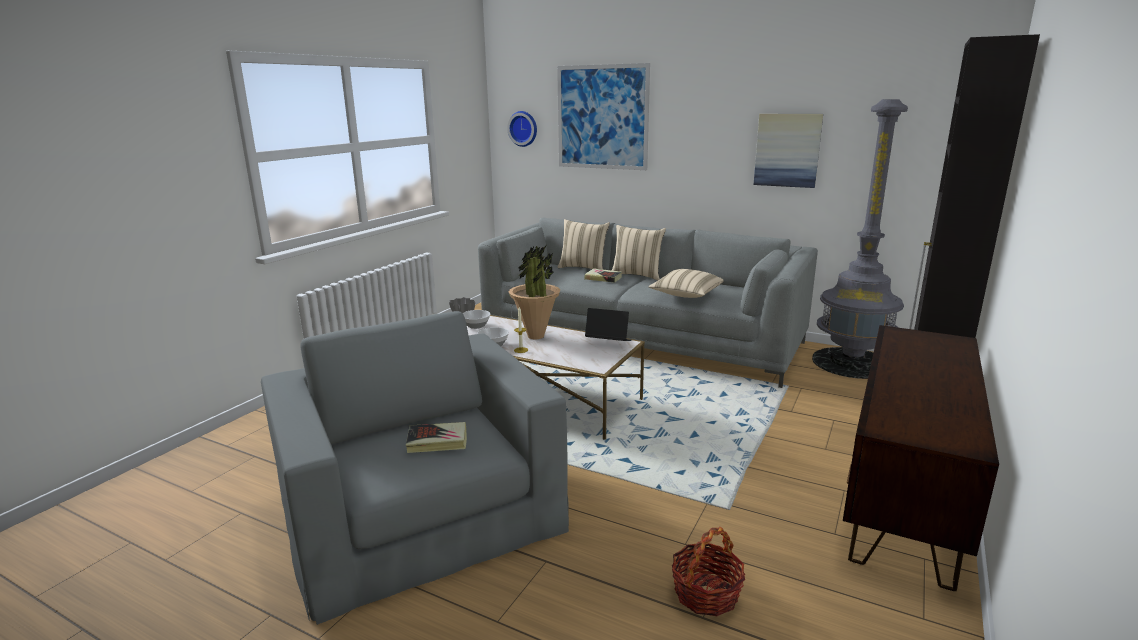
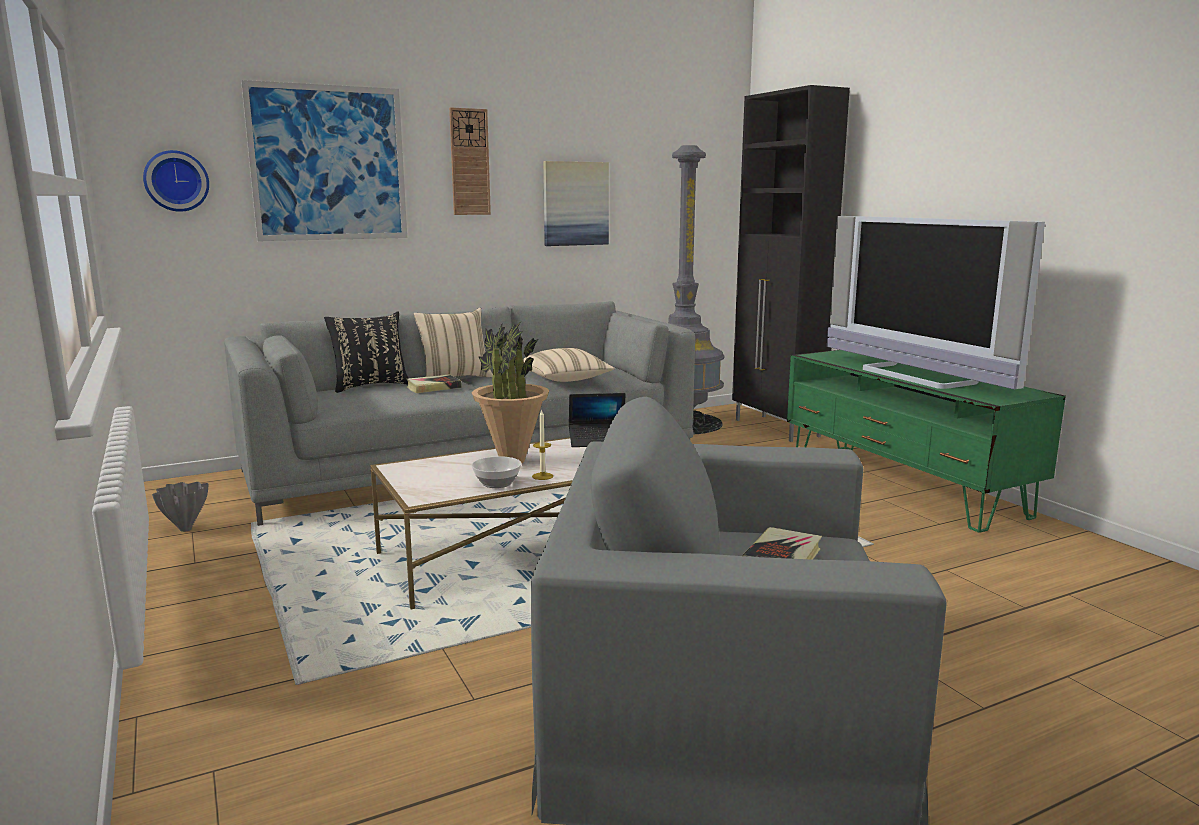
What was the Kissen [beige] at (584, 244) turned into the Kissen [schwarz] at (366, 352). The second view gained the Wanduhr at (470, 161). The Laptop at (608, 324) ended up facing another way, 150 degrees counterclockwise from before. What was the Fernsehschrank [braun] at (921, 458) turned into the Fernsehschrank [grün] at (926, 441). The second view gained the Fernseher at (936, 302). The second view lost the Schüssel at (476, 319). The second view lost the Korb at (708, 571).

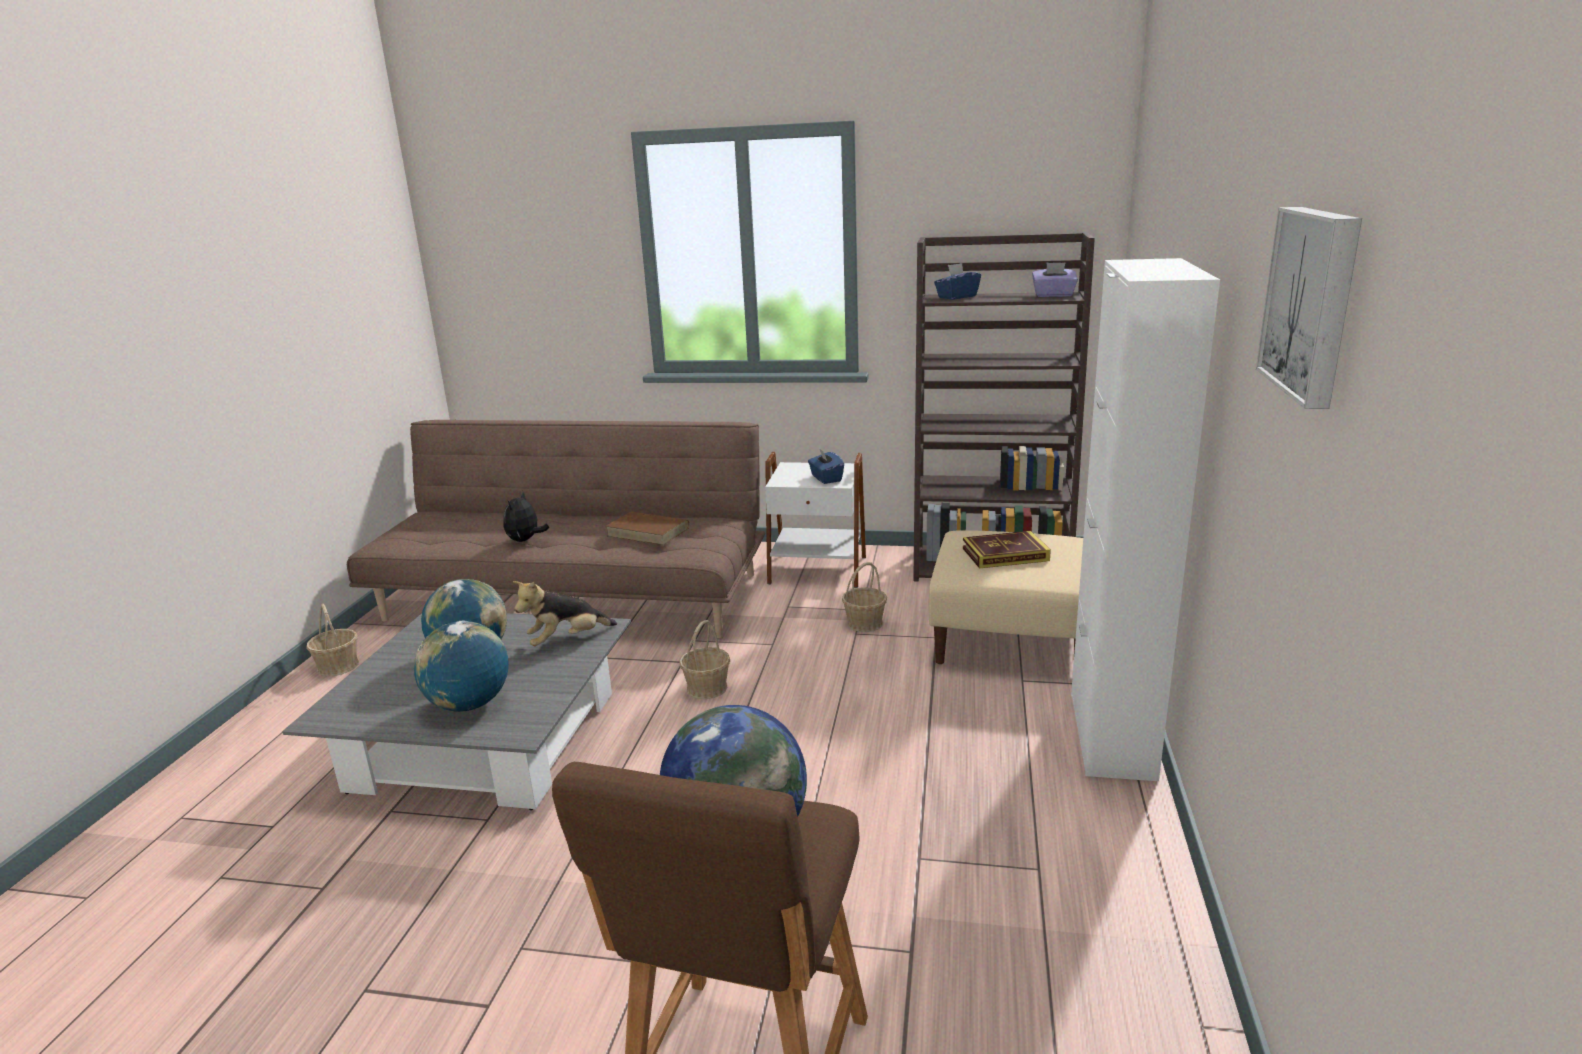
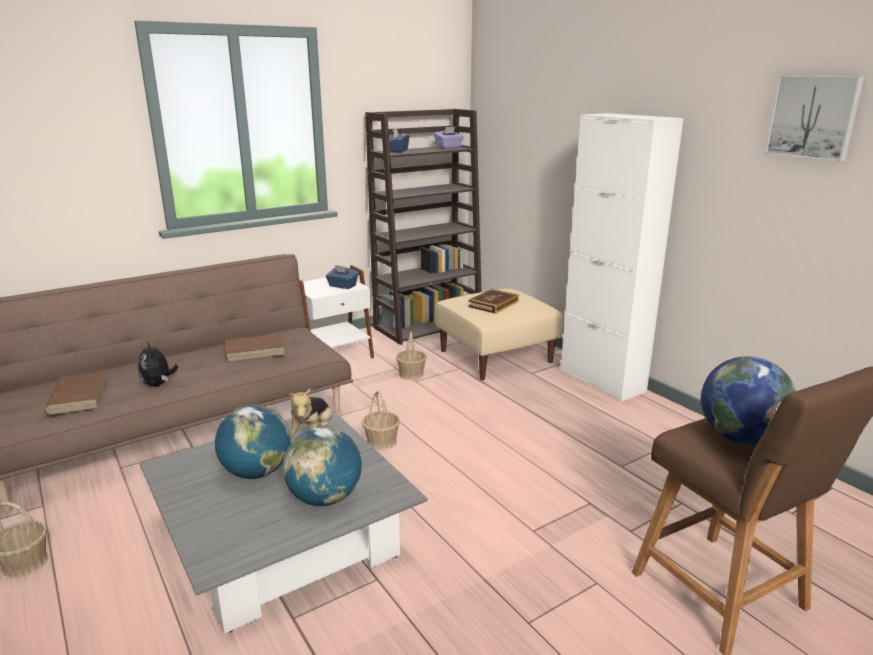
The second view gained the Buch [braun] at (76, 393).

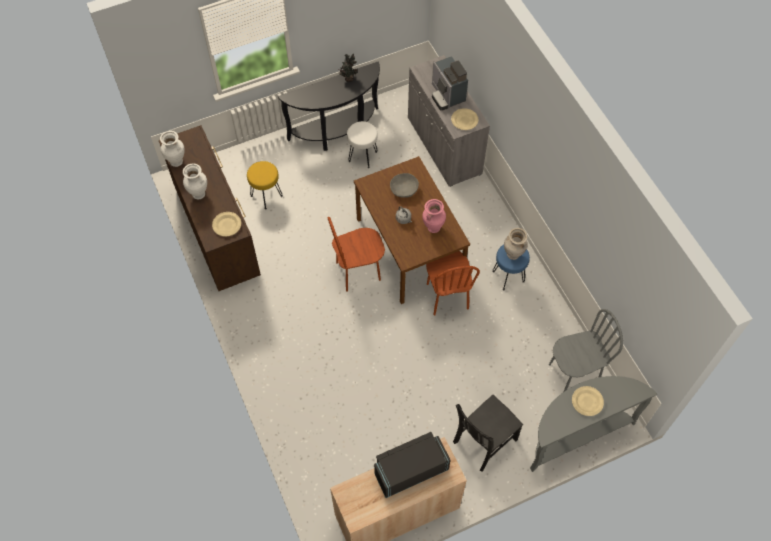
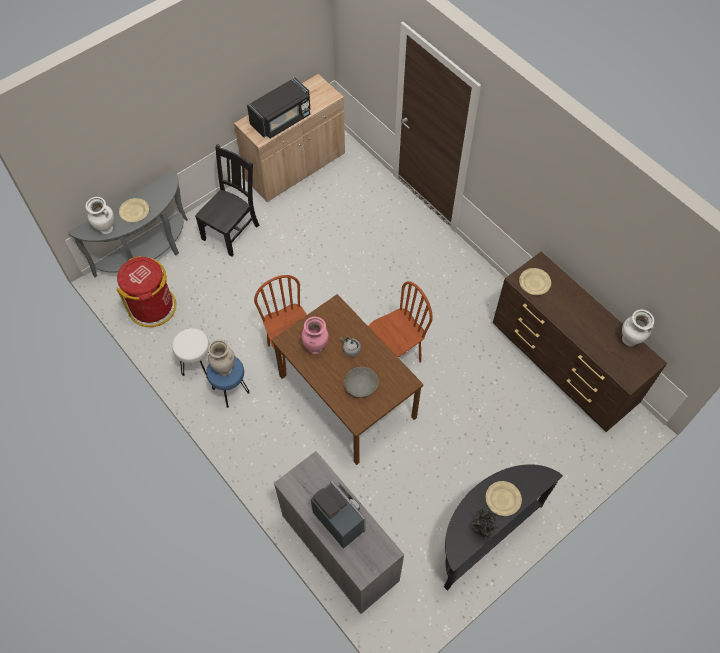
The Vase [weiß] ended up elsewhere, having gone from (195, 181) to (100, 215). Where the Stuhl [grau] stood at (586, 350), the Mülleimer [rot] came to stand at (147, 291). The Hocker [weiß] ended up elsewhere, having gone from (362, 144) to (190, 353). The Teller [beige] ended up elsewhere, having gone from (464, 119) to (504, 498). The second view lost the Hocker [gelb] at (265, 185).

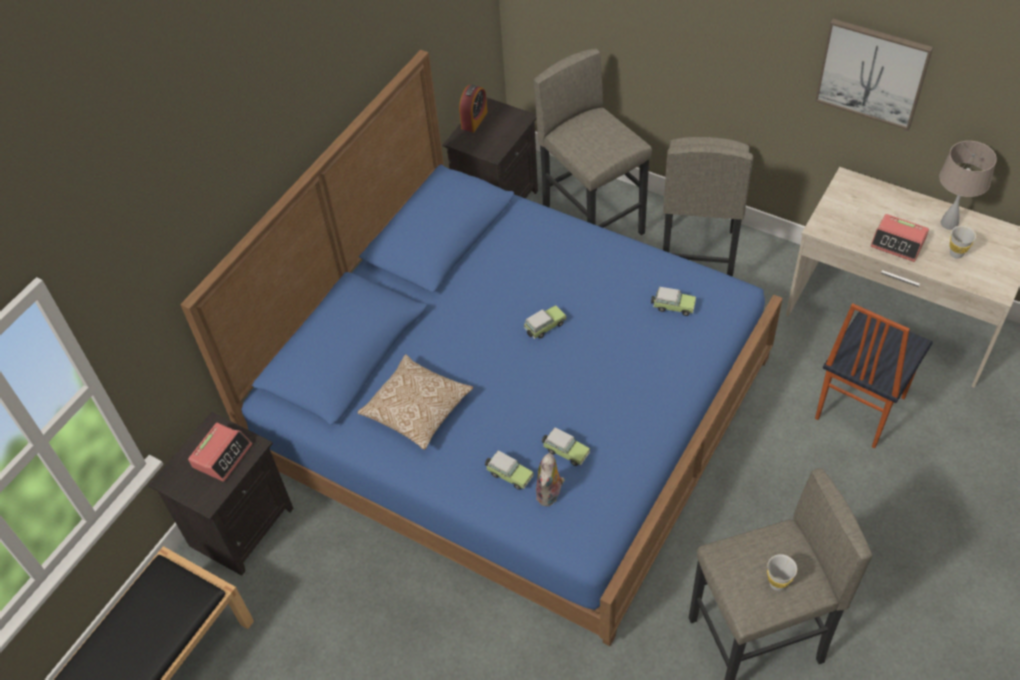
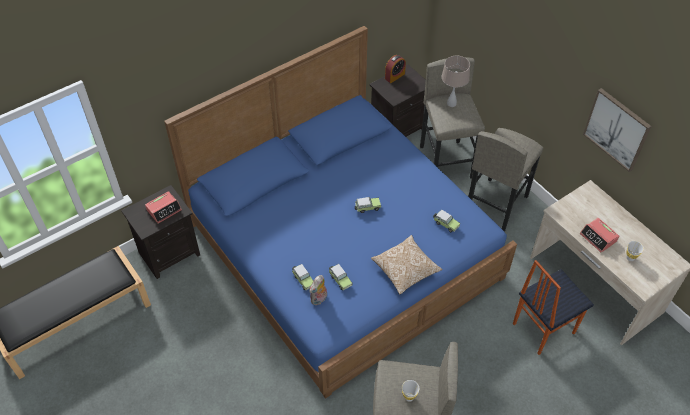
The Kissen ended up elsewhere, having gone from (415, 402) to (406, 264). The Tischlampe [beige] ended up elsewhere, having gone from (968, 185) to (456, 81).

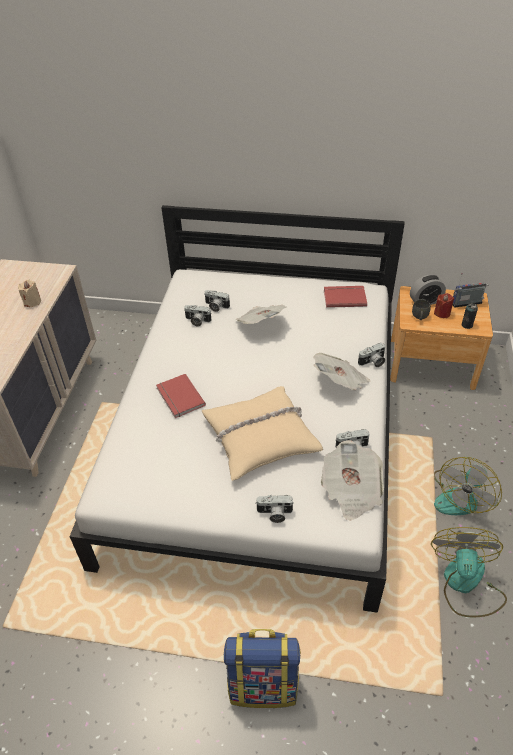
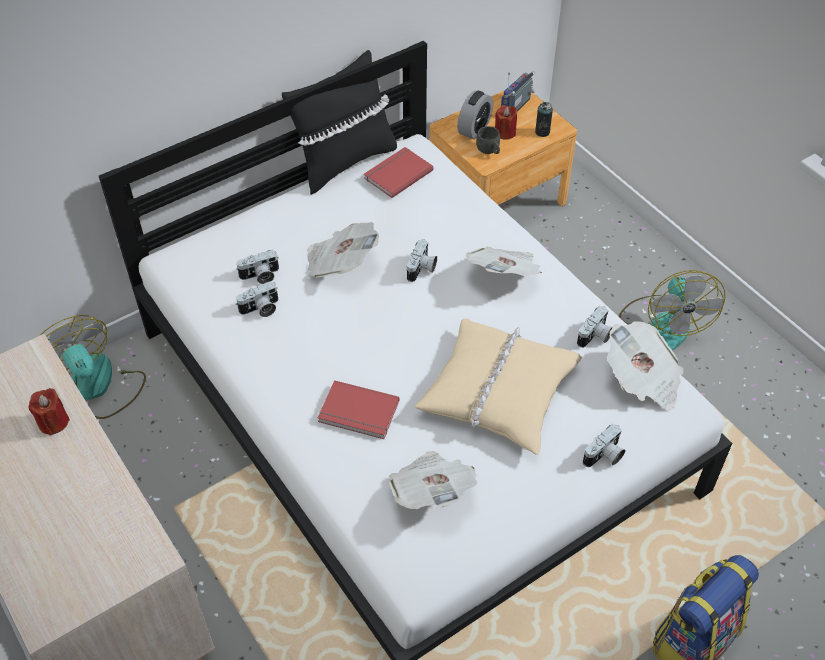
What was the Kerze [beige] at (29, 293) turned into the Kerze [rot] at (49, 412). The Ventilator ended up elsewhere, having gone from (469, 572) to (92, 367). The second view gained the Kissen [schwarz] at (339, 122). The second view gained the Zeitung at (433, 480). The Kamera ended up elsewhere, having gone from (371, 355) to (422, 260).

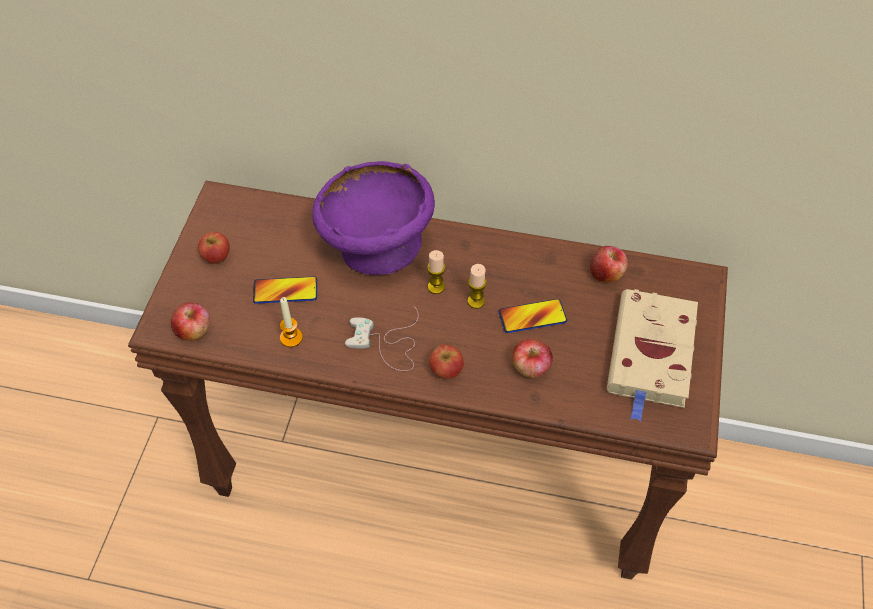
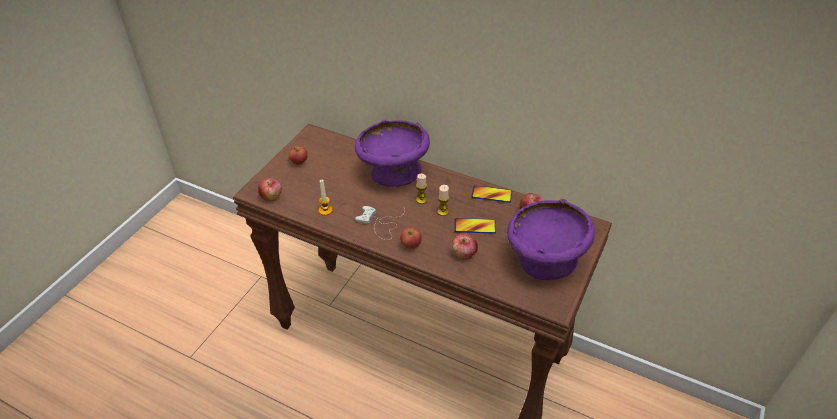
The Handy ended up elsewhere, having gone from (285, 290) to (491, 194). Where the Buch [beige] stood at (652, 355), the Schüssel [lila] came to stand at (551, 239).

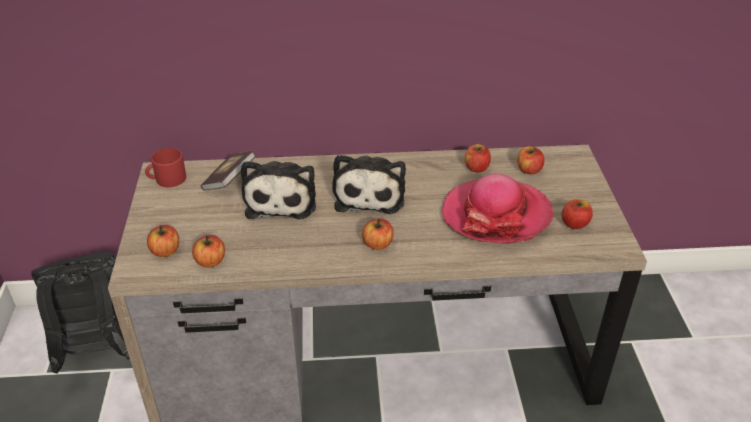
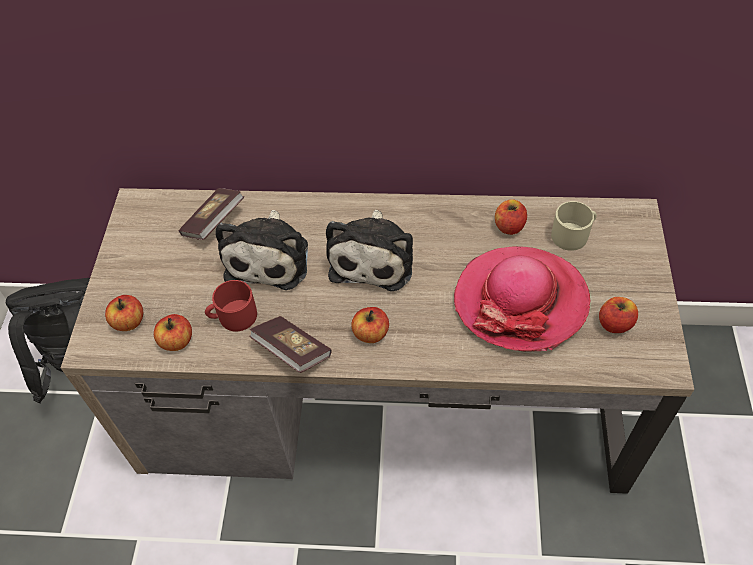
The Henkelbecher [rot] ended up elsewhere, having gone from (165, 167) to (231, 306). The second view gained the Buch at (290, 344). Where the Apfel stood at (531, 160), the Henkelbecher [beige] came to stand at (574, 226).

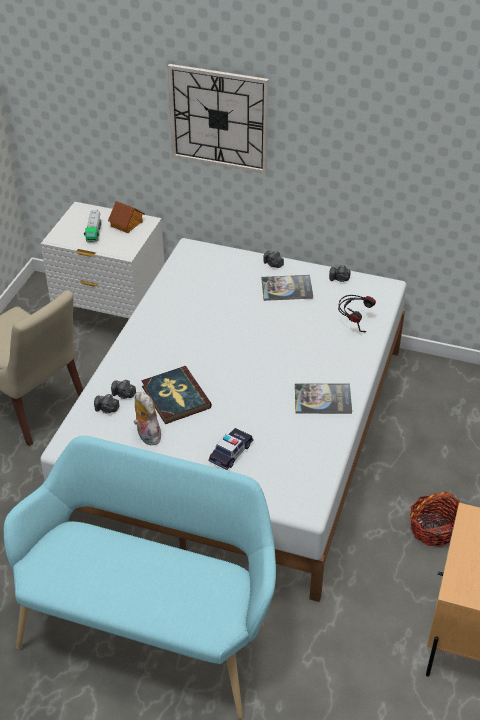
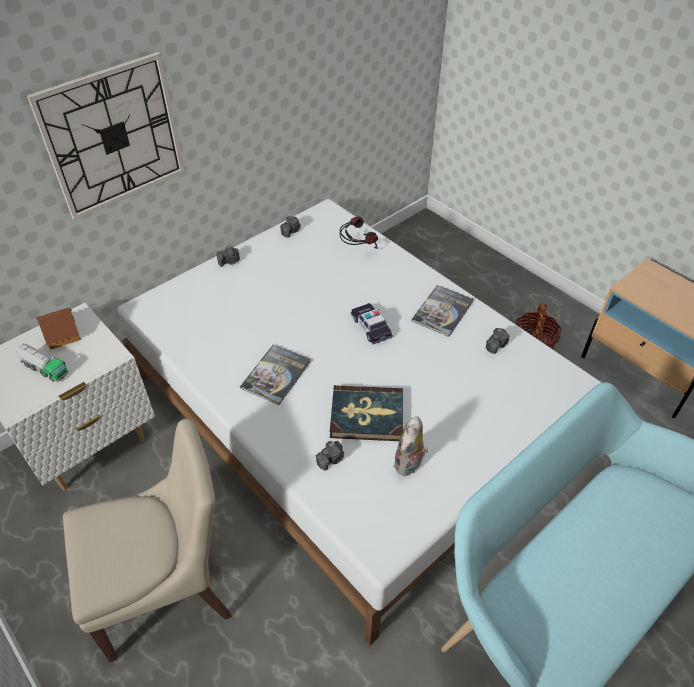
The Buch ended up elsewhere, having gone from (287, 288) to (275, 374). The Spielzeugauto ended up elsewhere, having gone from (230, 449) to (372, 323). The Plüschtier at (147, 418) ended up facing another way, 60 degrees counterclockwise from before. The Kamera ended up elsewhere, having gone from (106, 404) to (498, 341).

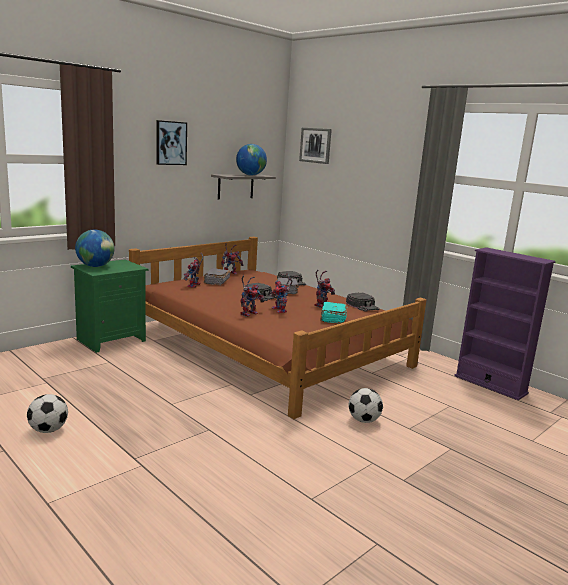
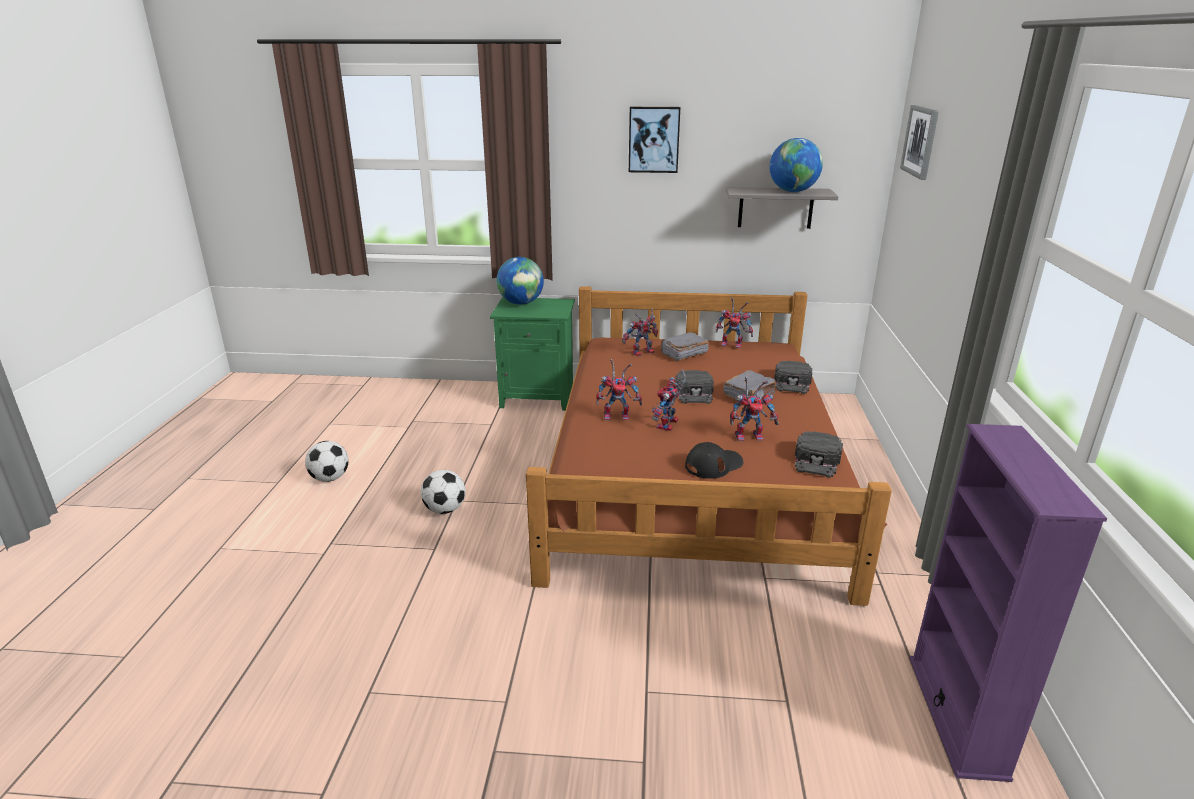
The Fußball ended up elsewhere, having gone from (366, 405) to (443, 492). Where the Buch [türkis] stood at (333, 313), the Kappe [schwarz] came to stand at (714, 460).

